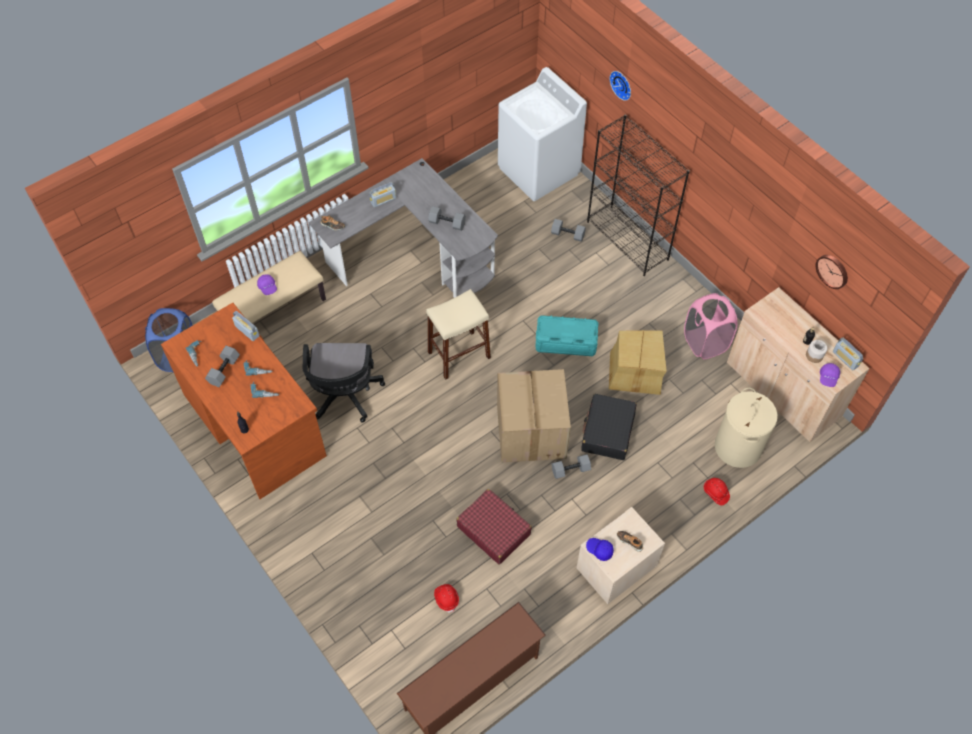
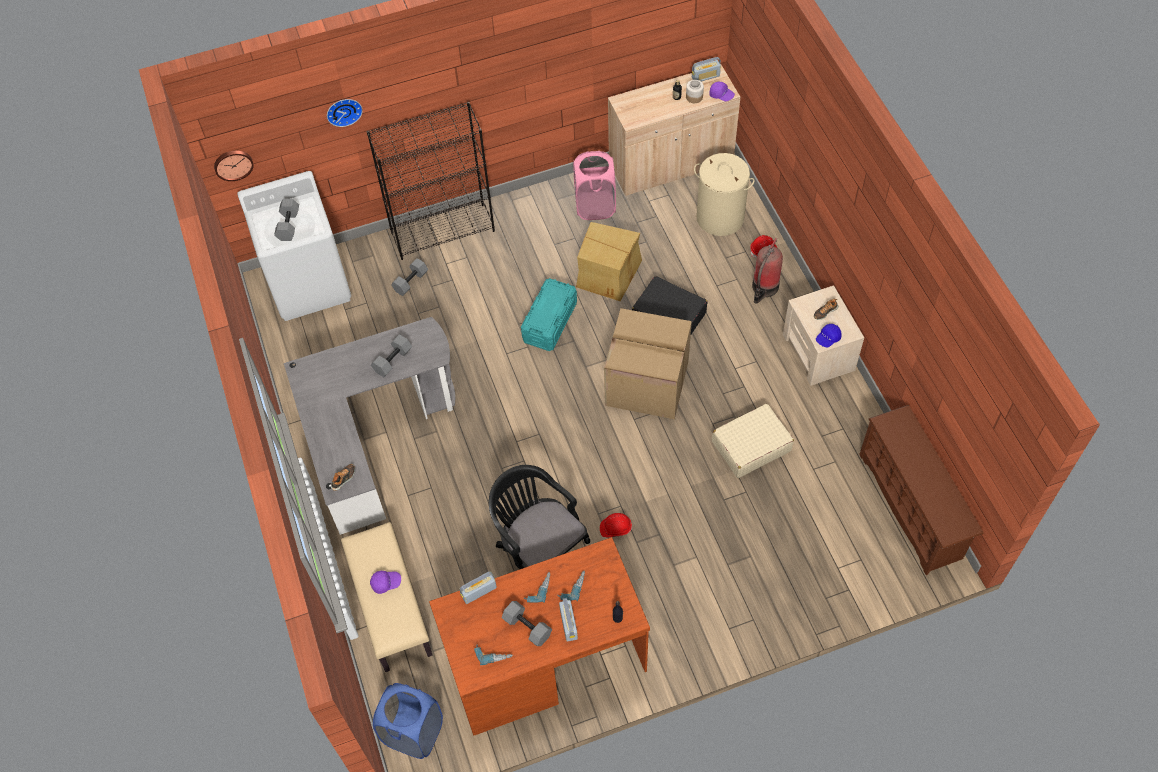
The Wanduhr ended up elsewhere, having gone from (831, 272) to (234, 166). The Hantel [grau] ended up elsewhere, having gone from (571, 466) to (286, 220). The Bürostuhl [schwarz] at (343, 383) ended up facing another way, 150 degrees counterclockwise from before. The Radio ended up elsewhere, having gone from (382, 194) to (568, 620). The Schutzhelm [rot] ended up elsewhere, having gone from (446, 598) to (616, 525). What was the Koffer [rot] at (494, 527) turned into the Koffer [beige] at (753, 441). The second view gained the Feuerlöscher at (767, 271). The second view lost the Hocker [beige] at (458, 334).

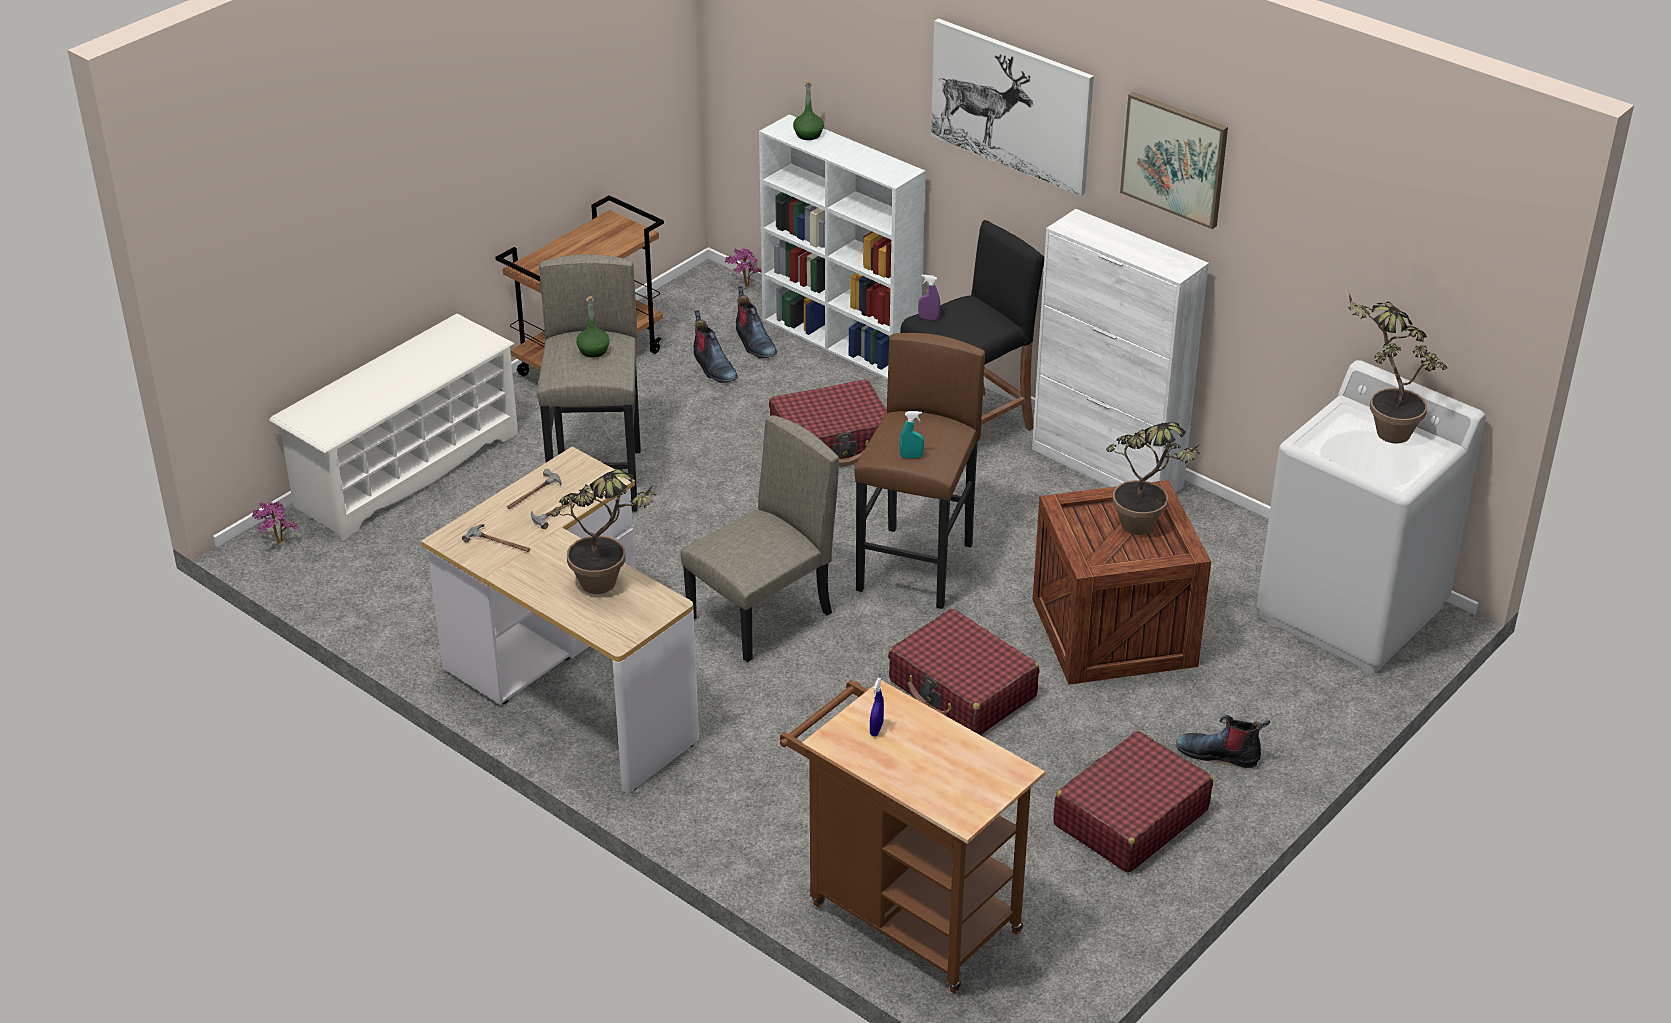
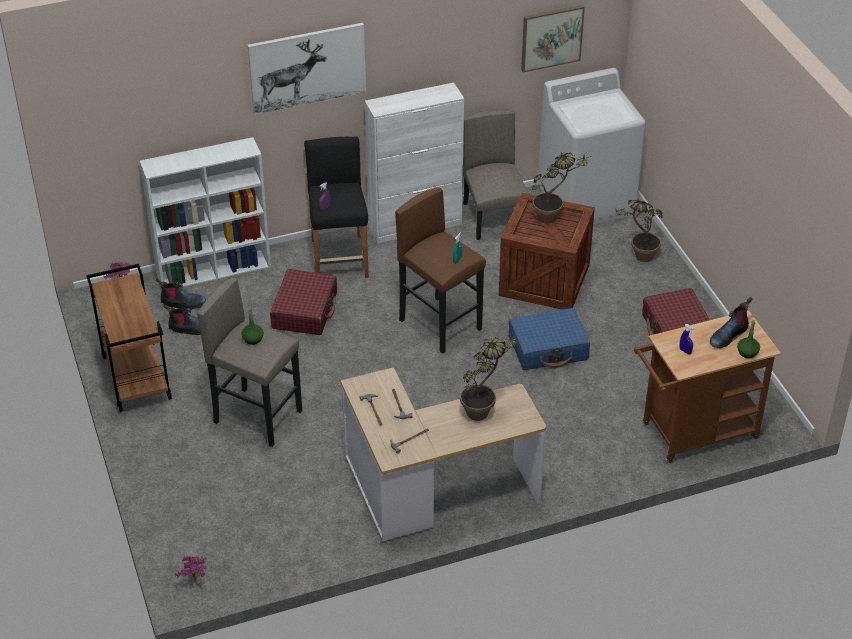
The Stuhl [beige] ended up elsewhere, having gone from (759, 538) to (496, 174). What was the Koffer [rot] at (963, 672) turned into the Koffer [blau] at (549, 339). The Bild ended up elsewhere, having gone from (1174, 160) to (553, 38). The Topfpflanze ended up elsewhere, having gone from (1397, 367) to (638, 231). The Stiefel ended up elsewhere, having gone from (1223, 741) to (731, 322). The Flasche [grün] ended up elsewhere, having gone from (808, 110) to (748, 339). The second view lost the Schuhregal [weiß] at (393, 427).

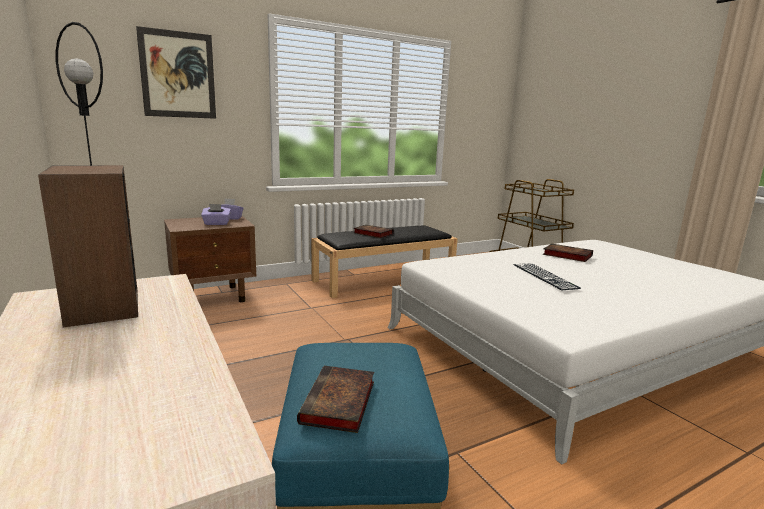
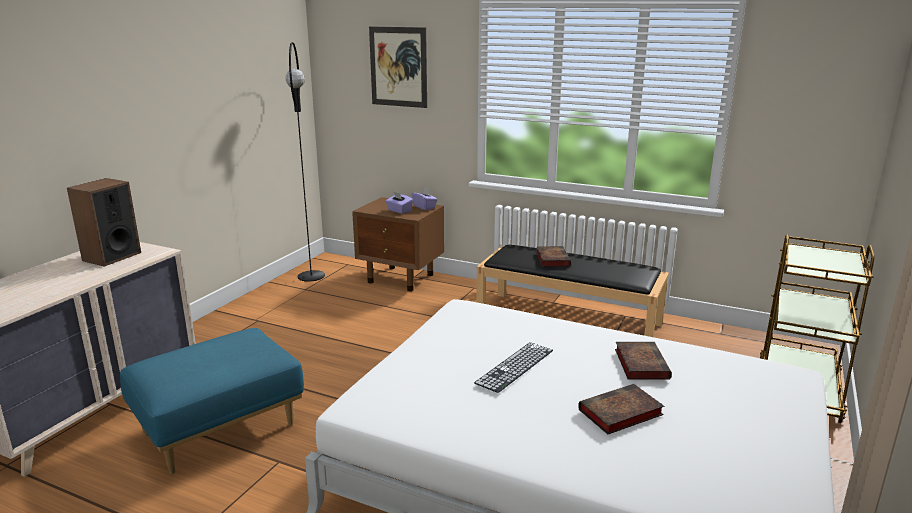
The Buch ended up elsewhere, having gone from (335, 399) to (621, 409).

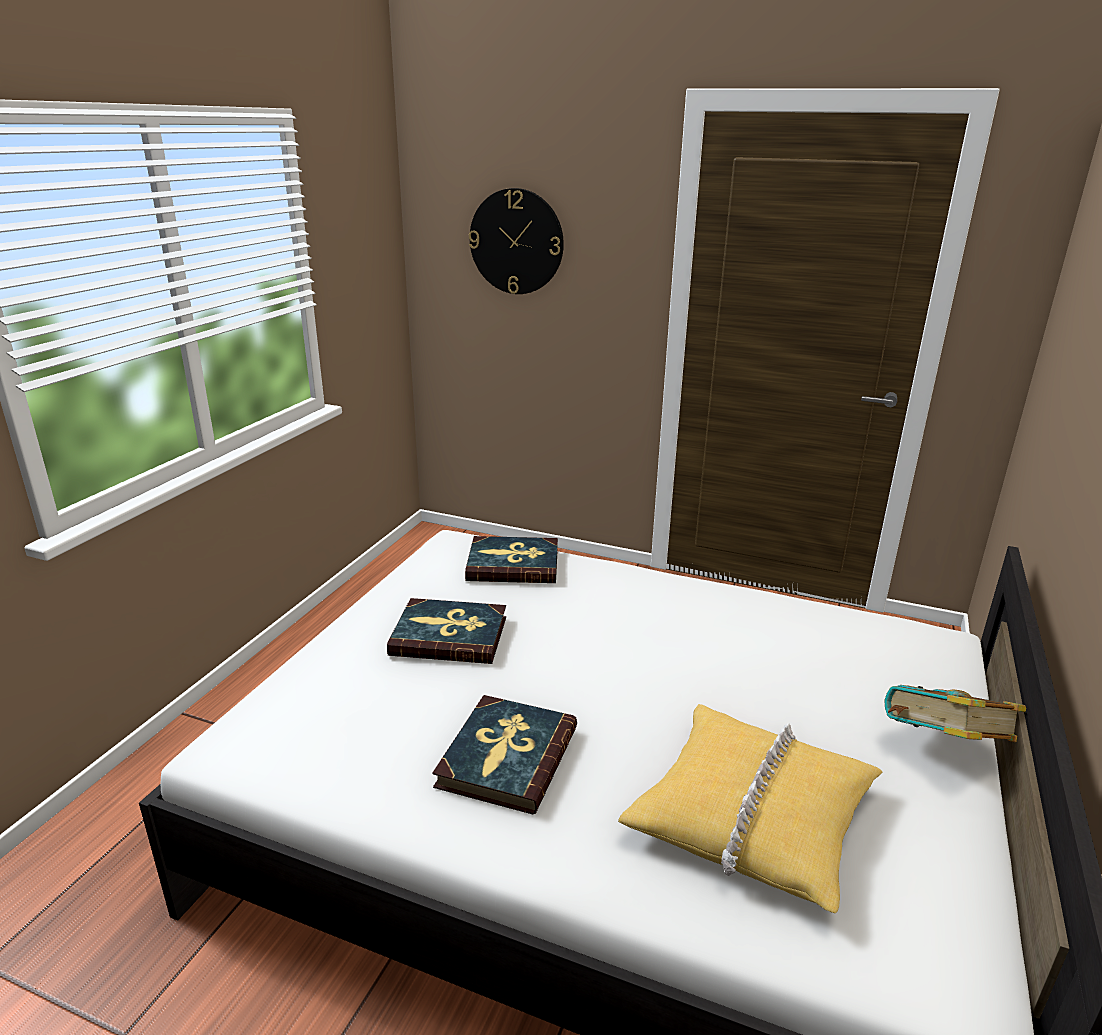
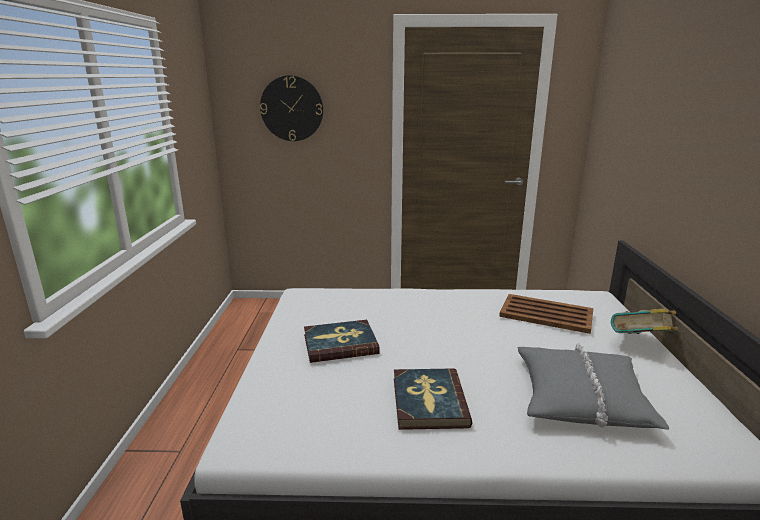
The second view gained the Tablett [braun] at (546, 314). What was the Kissen [gelb] at (750, 808) turned into the Kissen [grau] at (593, 386). The second view lost the Buch at (511, 559).

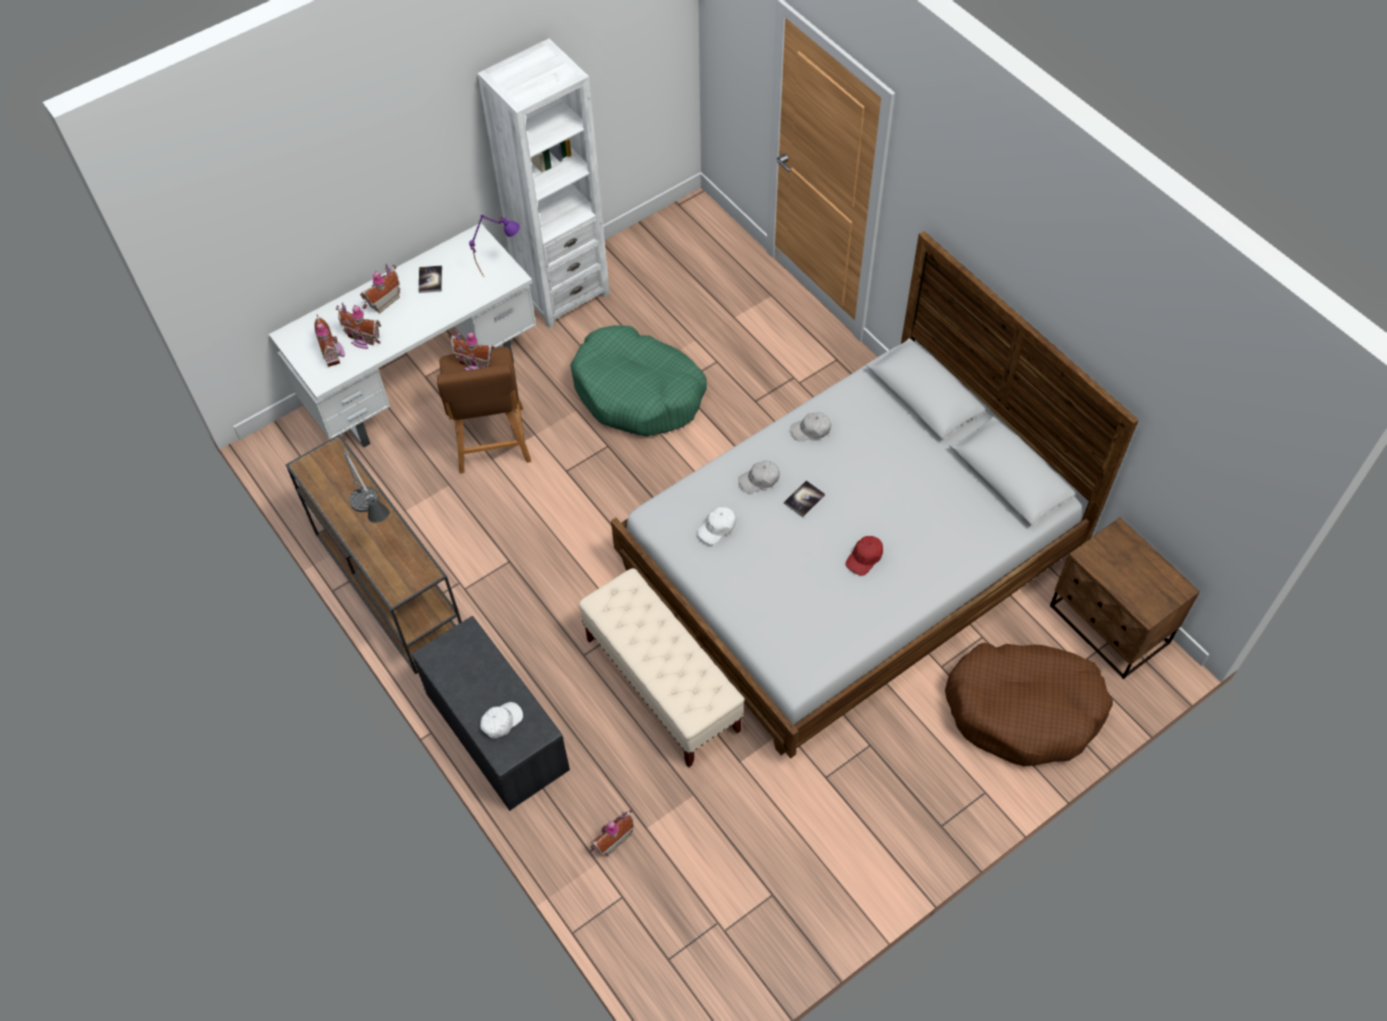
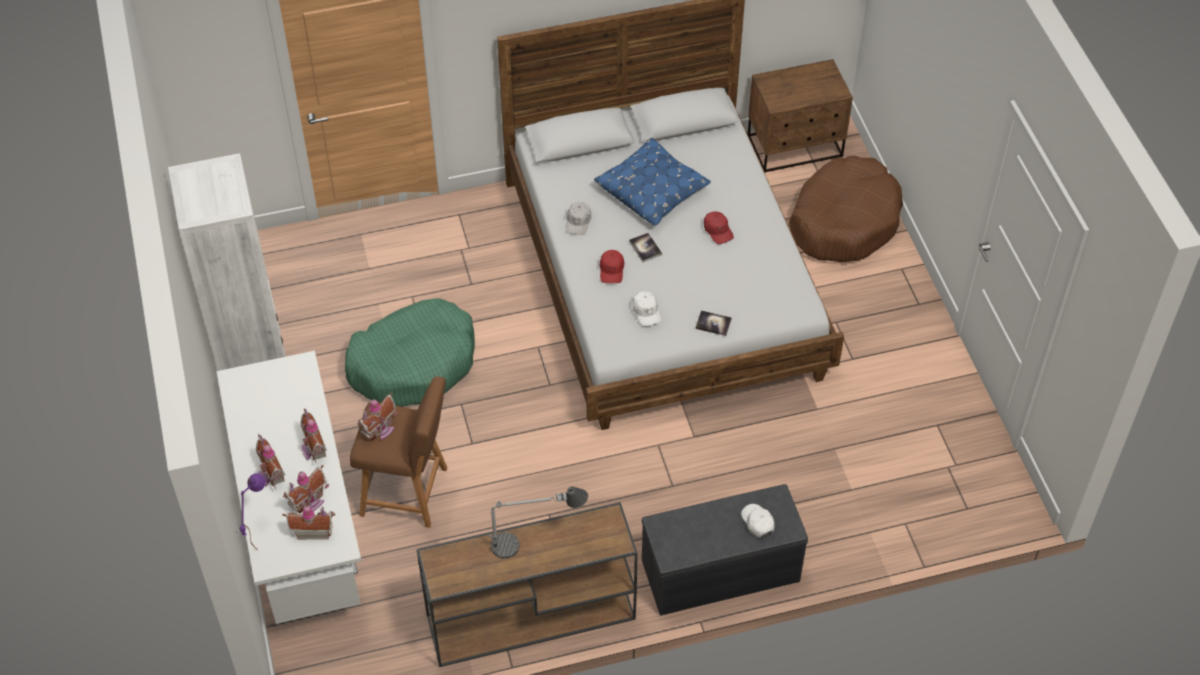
The Tischlampe [lila] ended up elsewhere, having gone from (494, 246) to (252, 511). The Spielzeughaus ended up elsewhere, having gone from (612, 832) to (314, 435). The second view gained the Kissen [blau] at (652, 182). What was the Kappe [weiß] at (759, 477) turned into the Kappe [rot] at (611, 266). The Buch ended up elsewhere, having gone from (430, 279) to (713, 323). The second view lost the Bank [beige] at (662, 667).

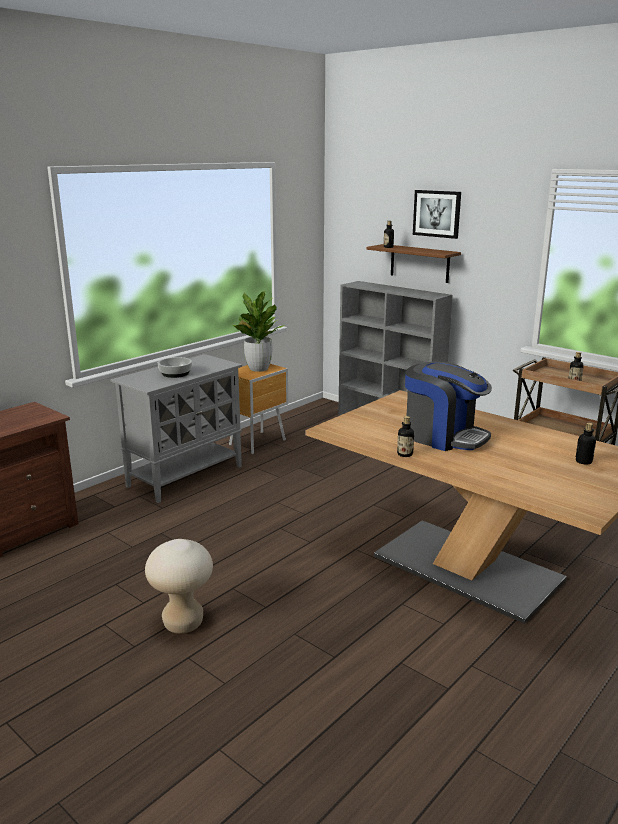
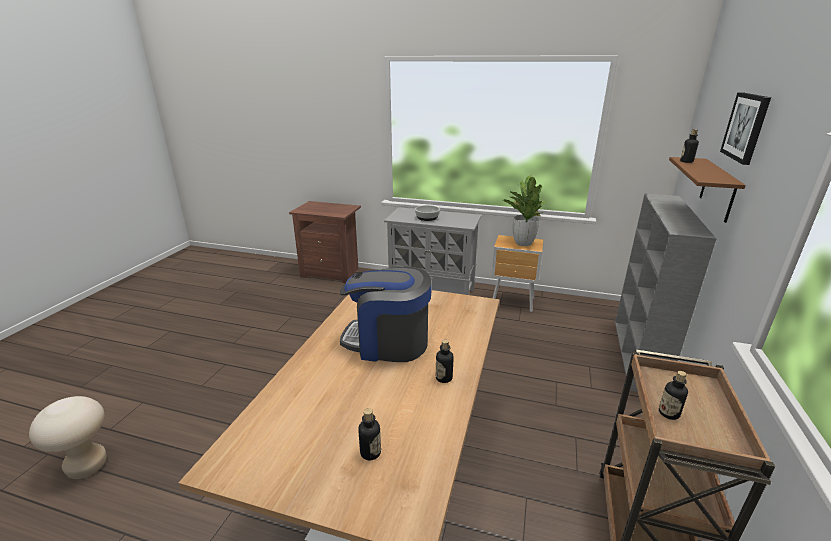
The Hocker [beige] ended up elsewhere, having gone from (179, 586) to (68, 437). The Kaffeemaschine at (448, 406) ended up facing another way, 90 degrees clockwise from before. The Flasche ended up elsewhere, having gone from (405, 436) to (444, 361).

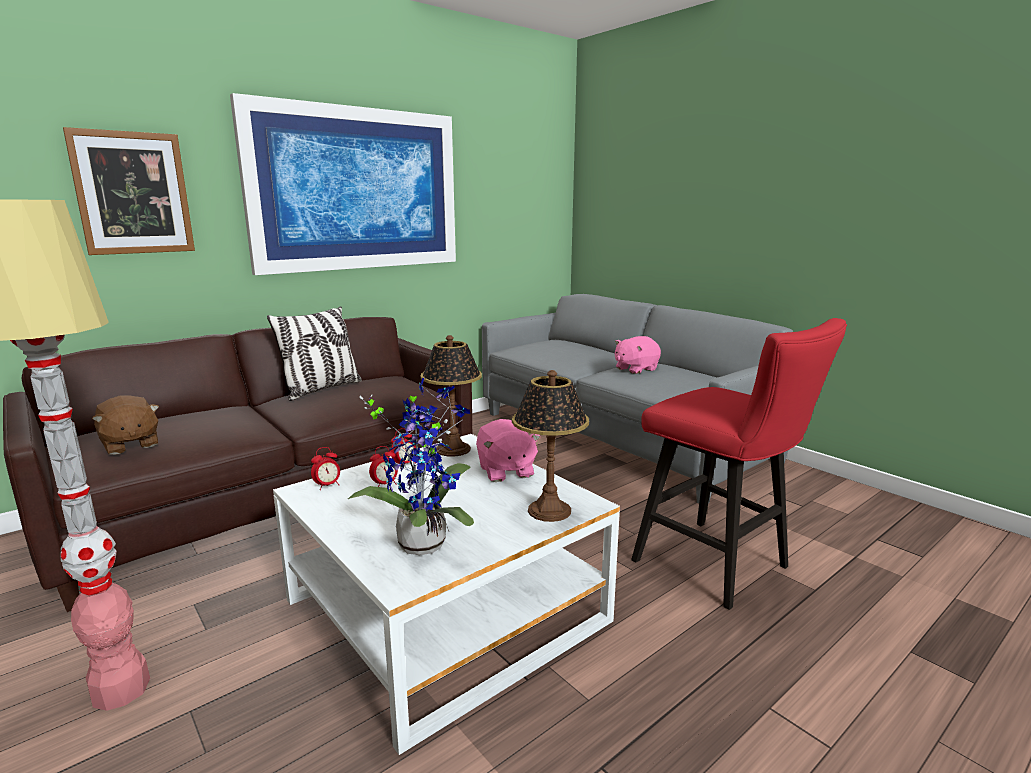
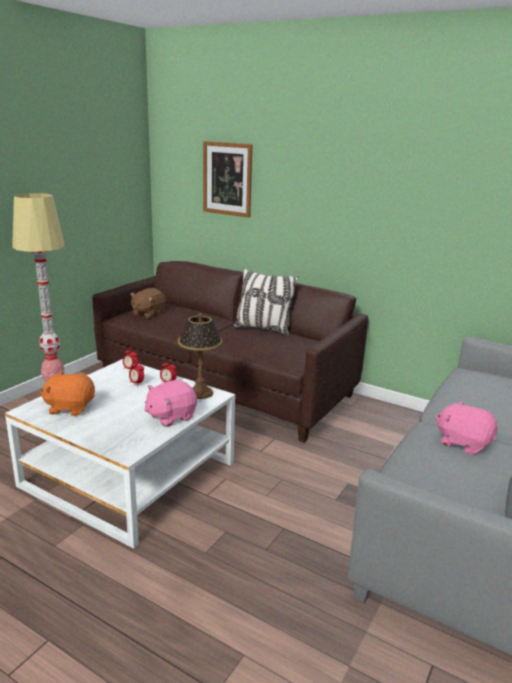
Where the Topfpflanze stood at (411, 466), the Plüschtier [orange] came to stand at (67, 394). The second view lost the Bild at (343, 184). The second view lost the Tischlampe at (550, 446). The second view lost the Hocker [rot] at (739, 464).

